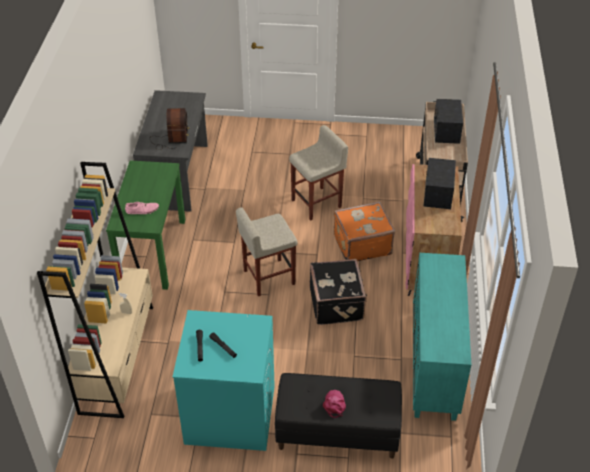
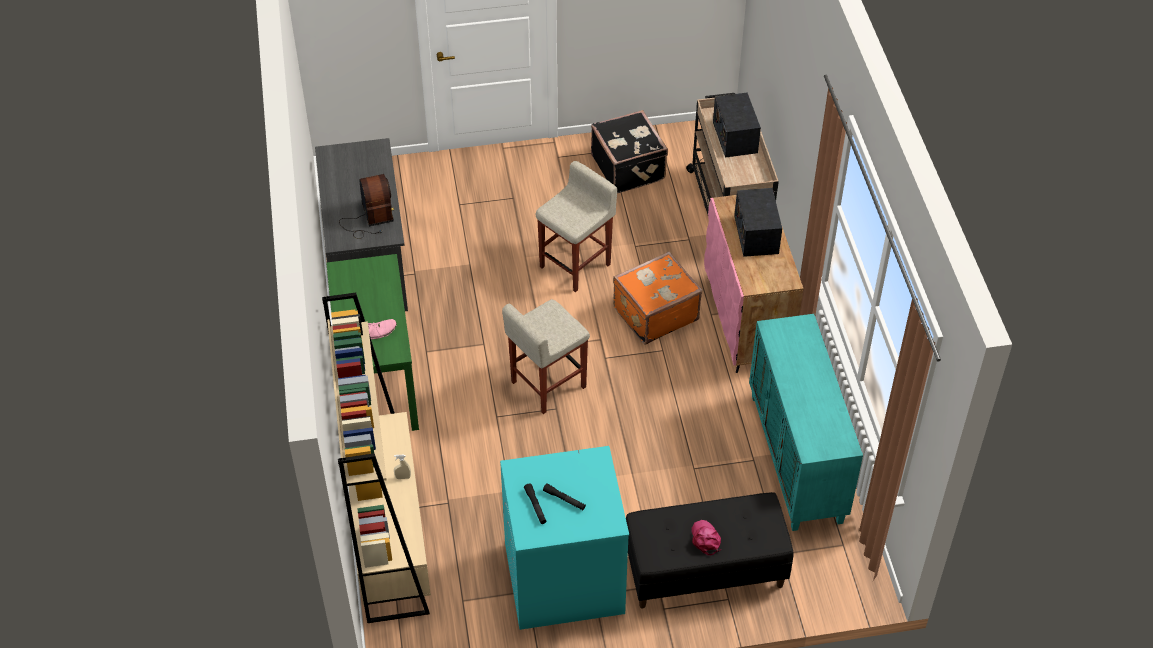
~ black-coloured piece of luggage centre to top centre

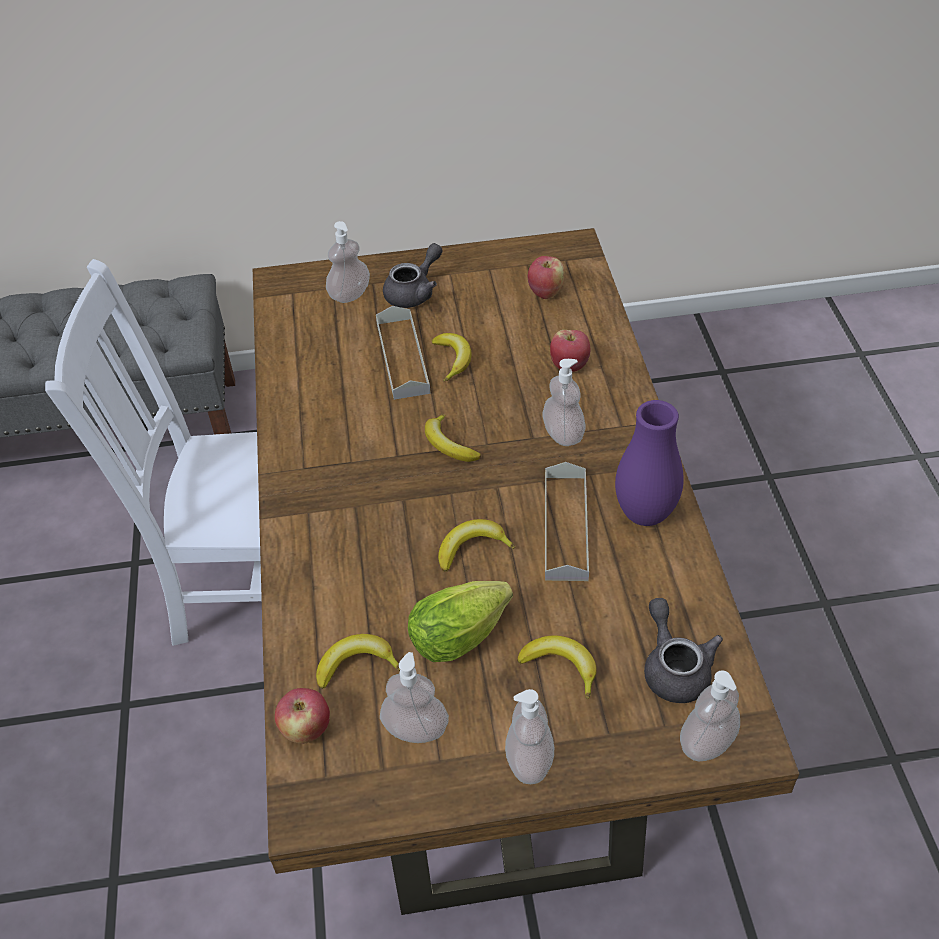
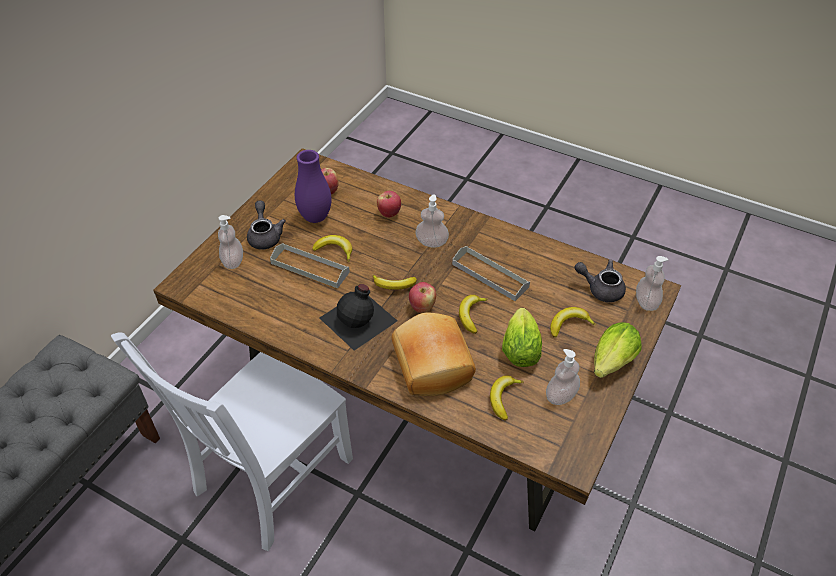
~ apple fruit (no. 1 from left in the first image) bottom left to apple fruit (no. 3 from left) centre
~ soap dispenser (no. 3 from left) bottom centre to head of lettuce (no. 2 from left) middle right
~ purple-coloured flower vase middle right to top centre
+ black-coloured drink bottle centre
+ bread centre

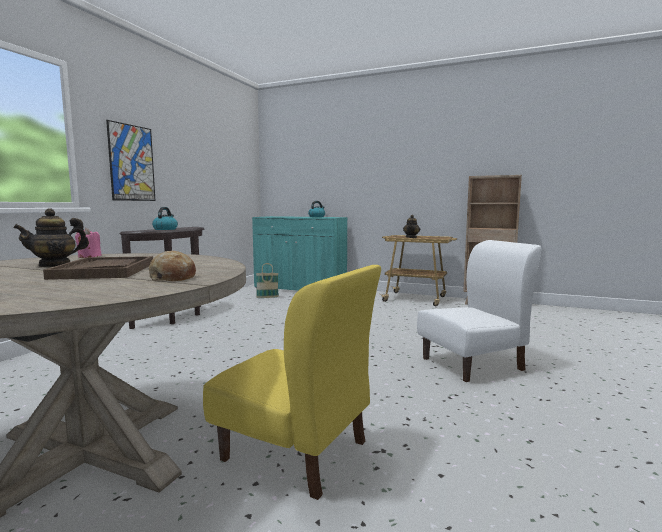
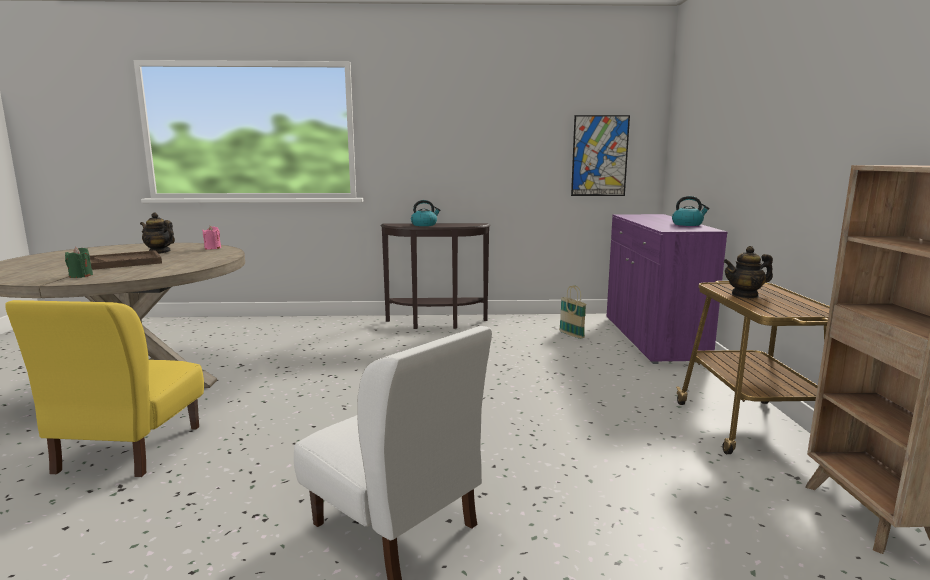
~ wall picture top left to top centre
~ bread middle left to greenish candle middle left
~ blue-green storage cabinet centre to purple-coloured storage cabinet middle right

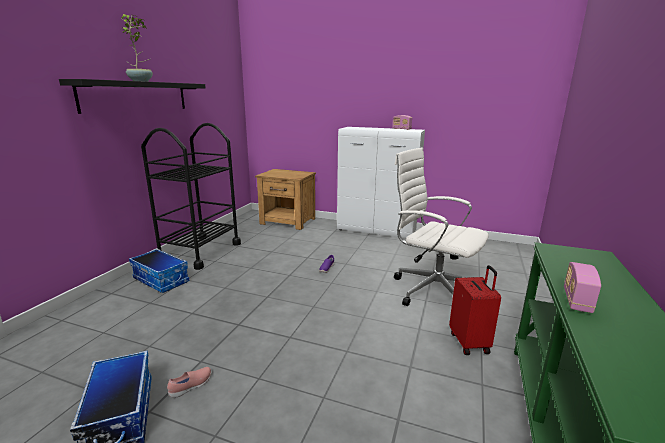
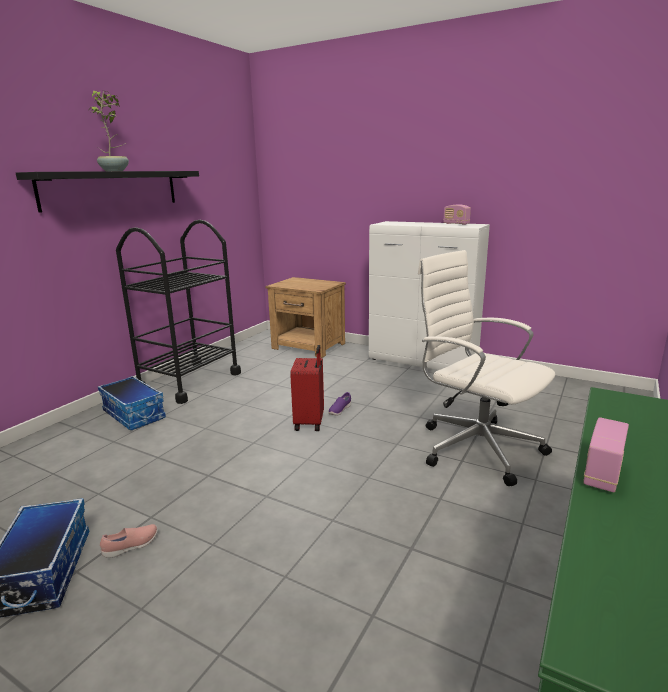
~ reddish piece of luggage bottom right to centre

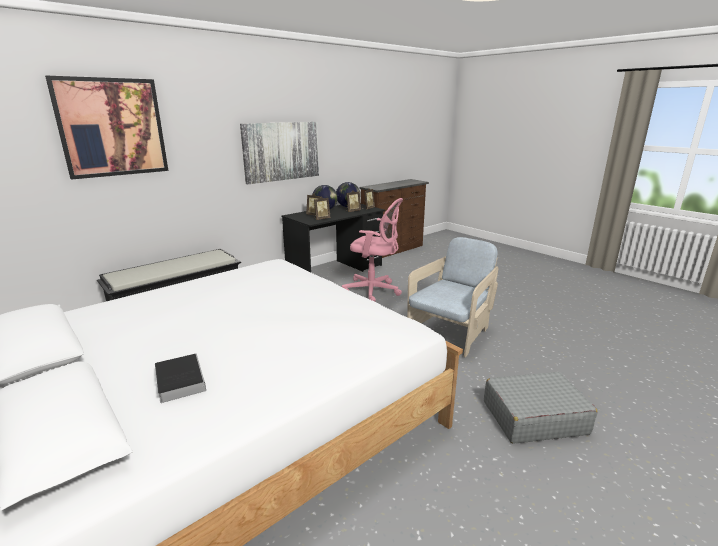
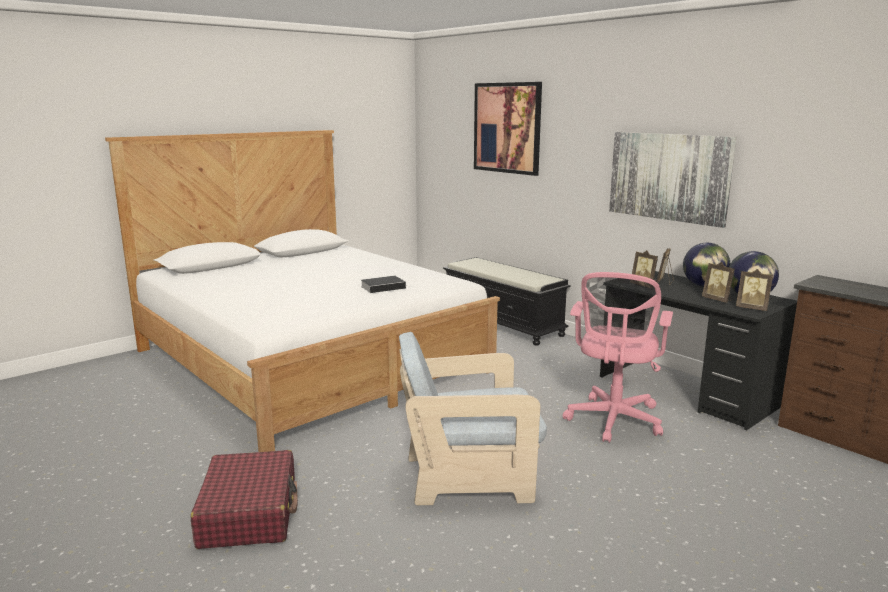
~ book bottom left to centre
~ sand-coloured armchair centre = bottom centre 135 degrees clockwise
~ gray piece of luggage bottom right to reddish piece of luggage bottom left

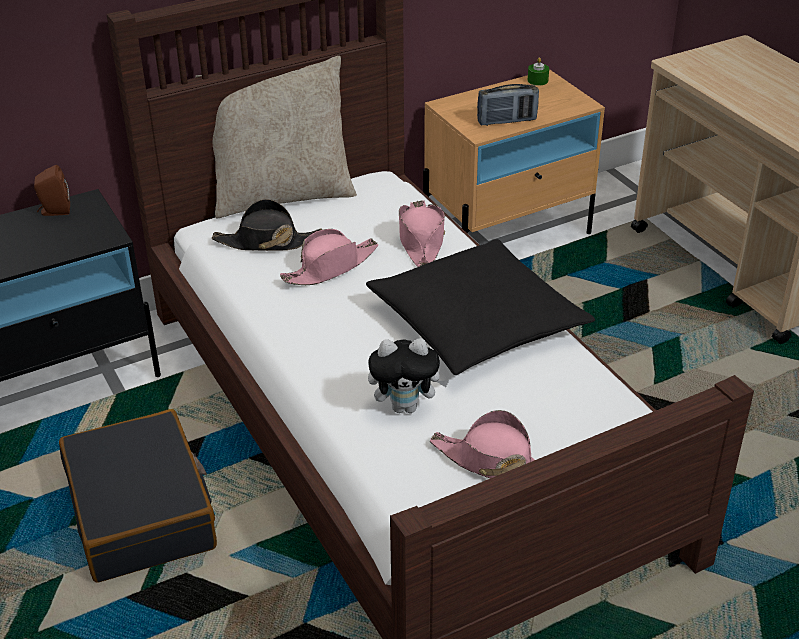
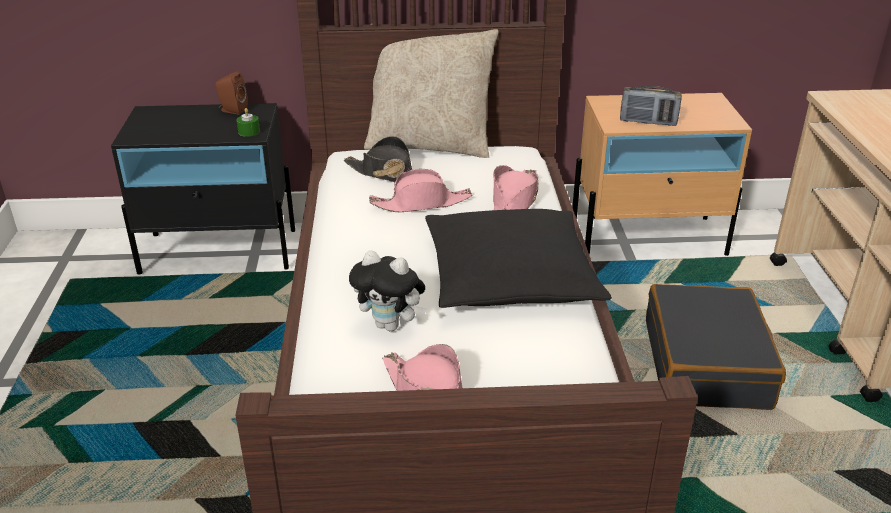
~ black-coloured piece of luggage bottom left to bottom right
~ greenish candle top right to top left

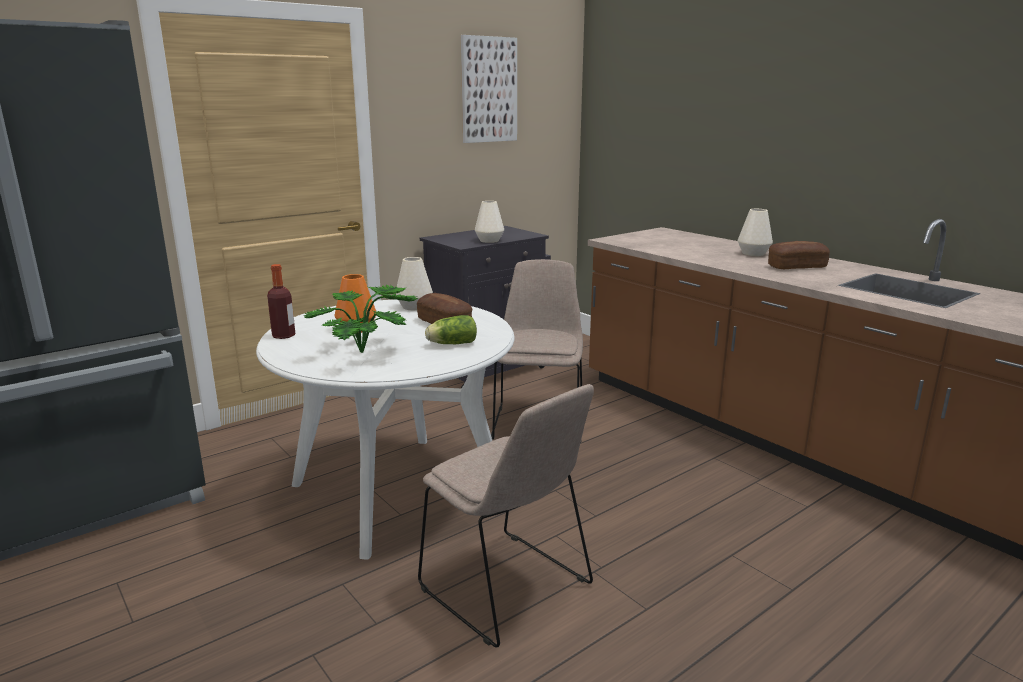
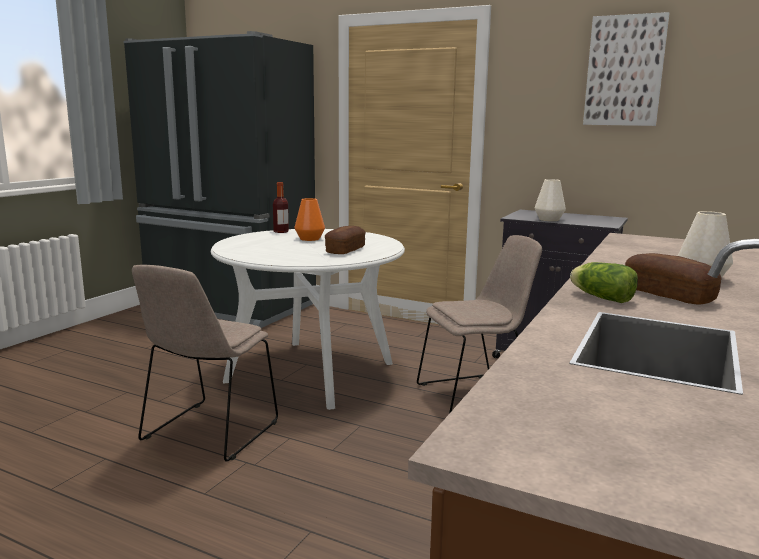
- potted plant centre
- whitish flower vase (no. 1 from left) centre
~ head of lettuce centre to middle right

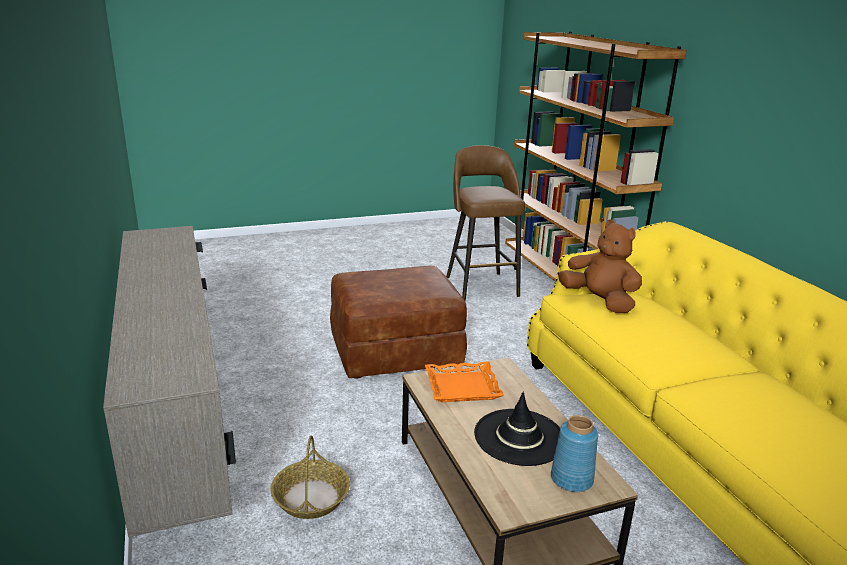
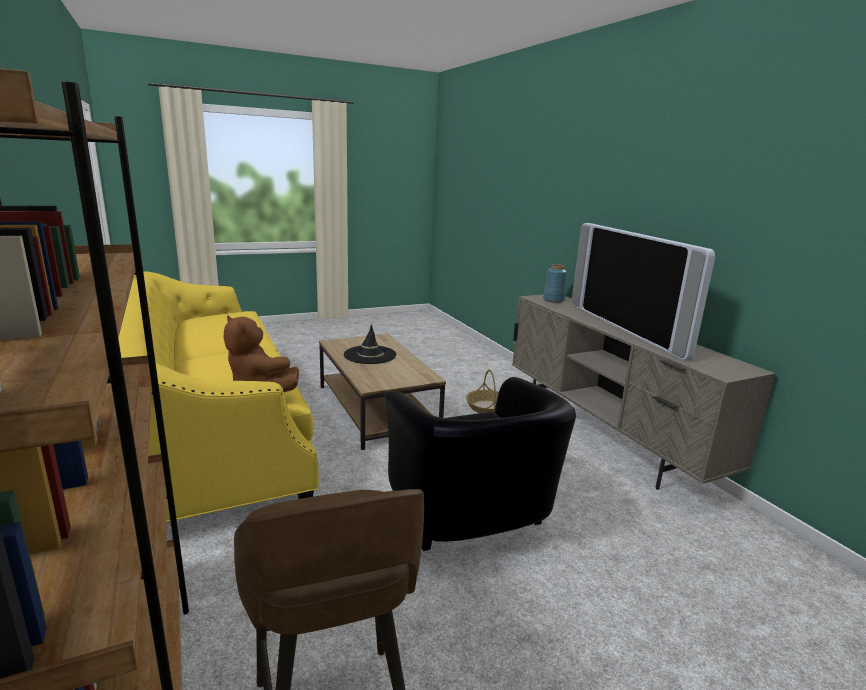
~ brown-coloured ottoman centre to black-coloured armchair bottom centre
- orange-coloured carrying tray bottom centre
~ blue flower vase bottom right to centre
+ TV set middle right

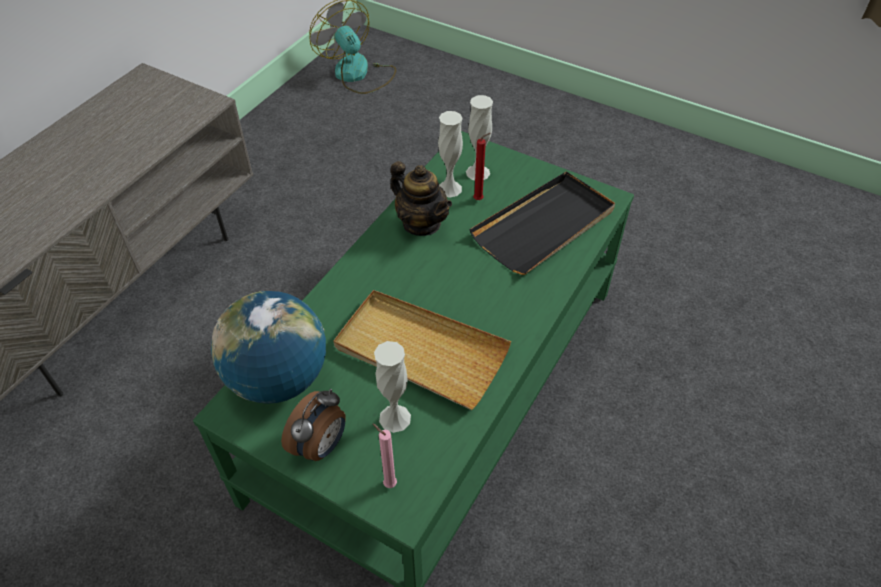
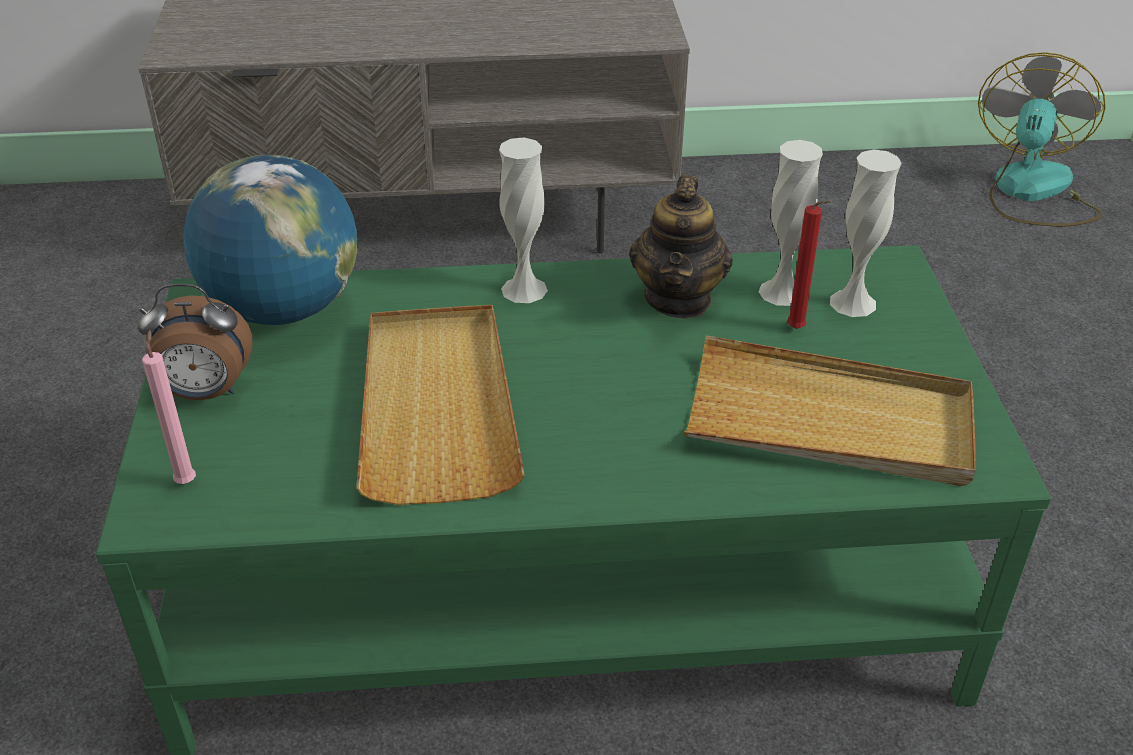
~ whitish flower vase (no. 1 from left) centre to top centre
~ black-coloured carrying tray centre to sand-coloured carrying tray (no. 2 from left) middle right

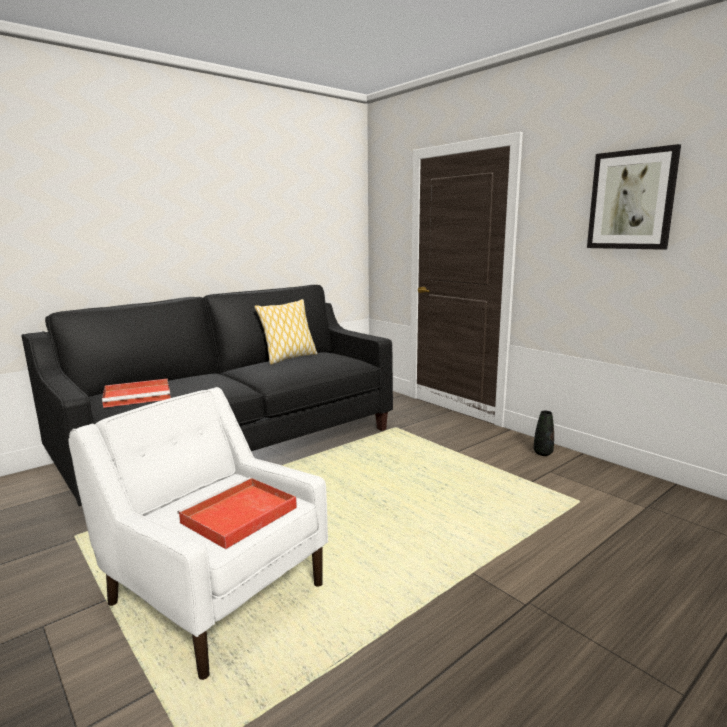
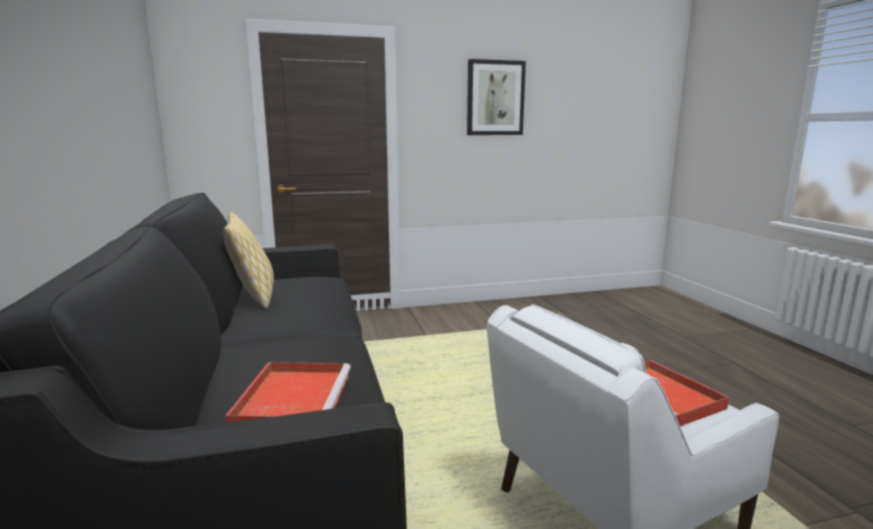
- black-coloured flower vase middle right

